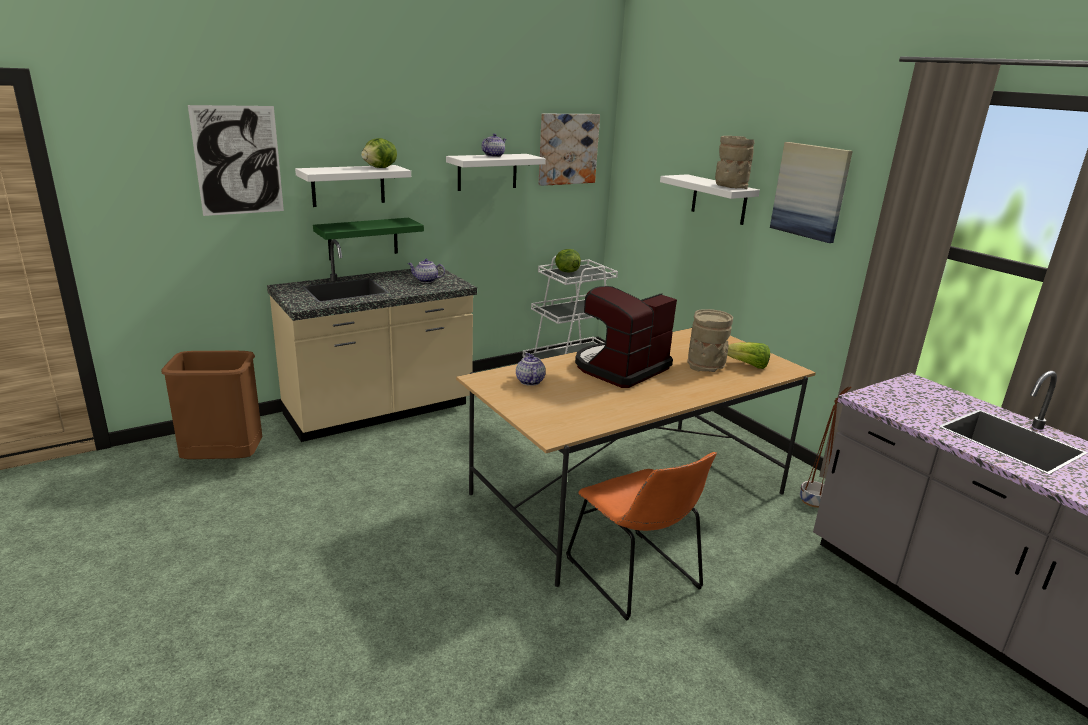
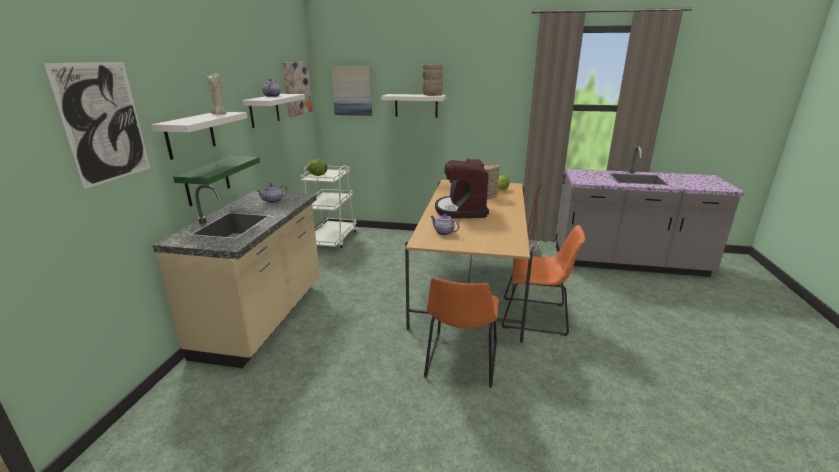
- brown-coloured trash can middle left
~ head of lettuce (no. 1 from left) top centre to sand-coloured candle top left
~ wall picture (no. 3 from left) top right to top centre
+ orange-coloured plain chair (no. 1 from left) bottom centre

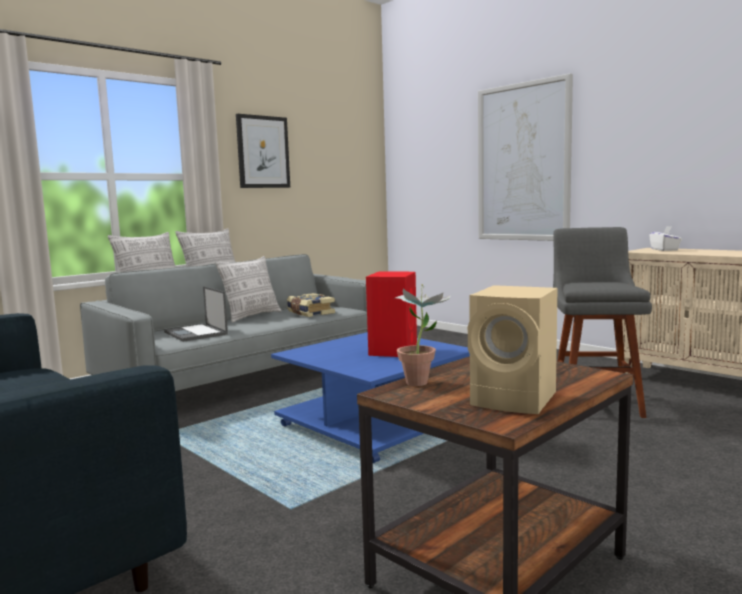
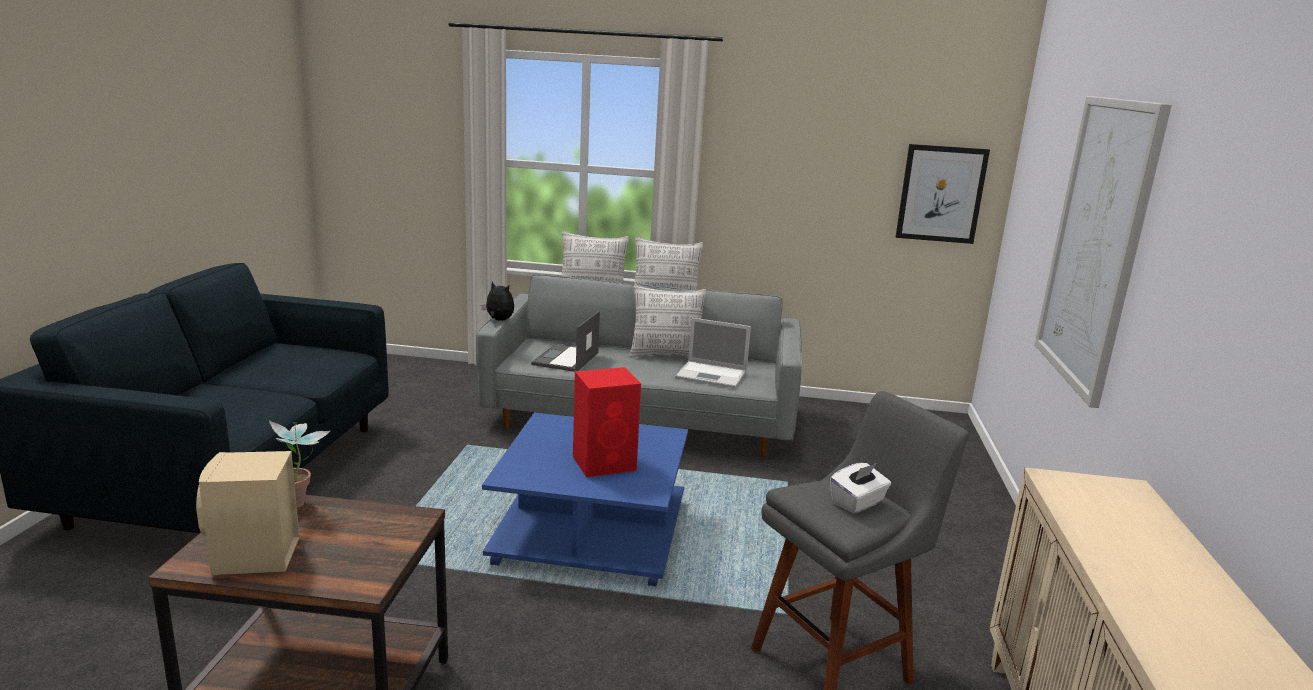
~ wall picture (no. 1 from left) top centre to top right
~ book centre to notebook computer (no. 2 from left) centre
~ whitish tissue holder middle right to bottom centre
+ soft toy centre

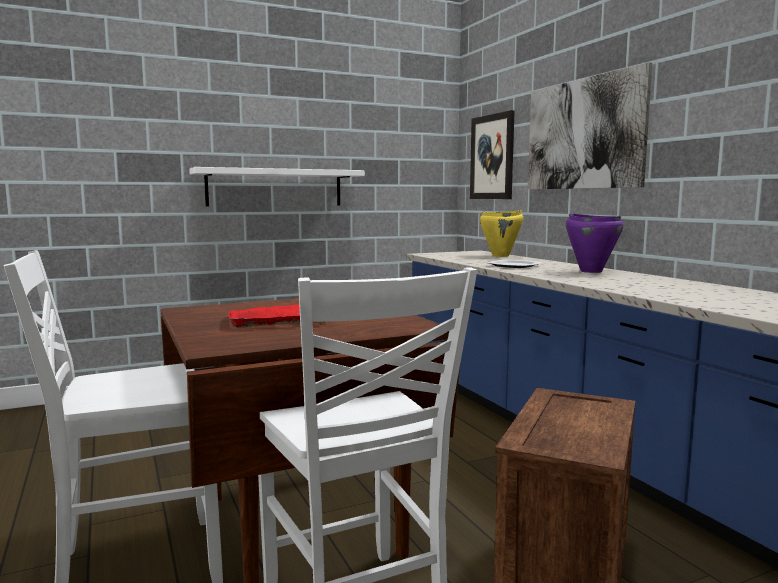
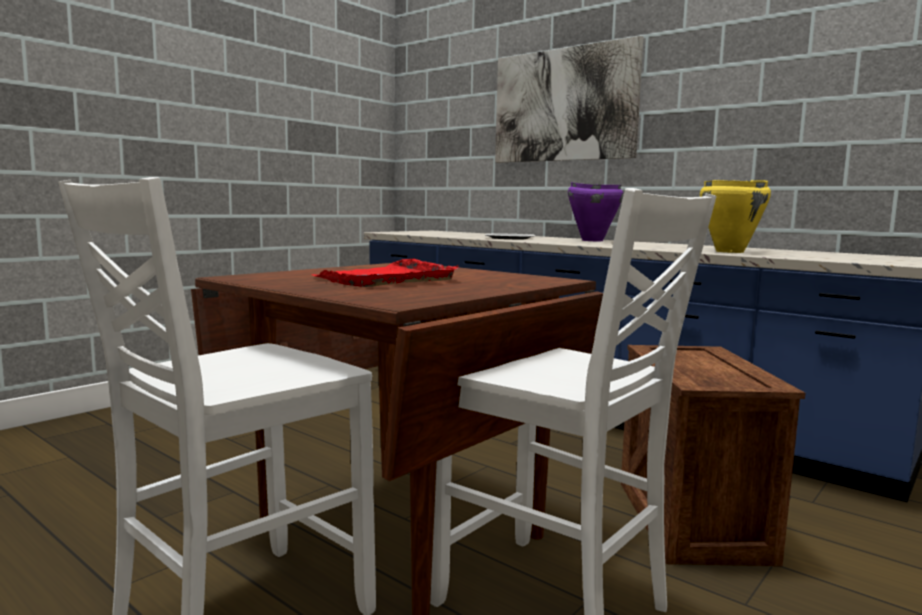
- whitish bracket shelf top centre
- wall picture (no. 1 from left) top centre
~ yellowish saucepot centre to middle right

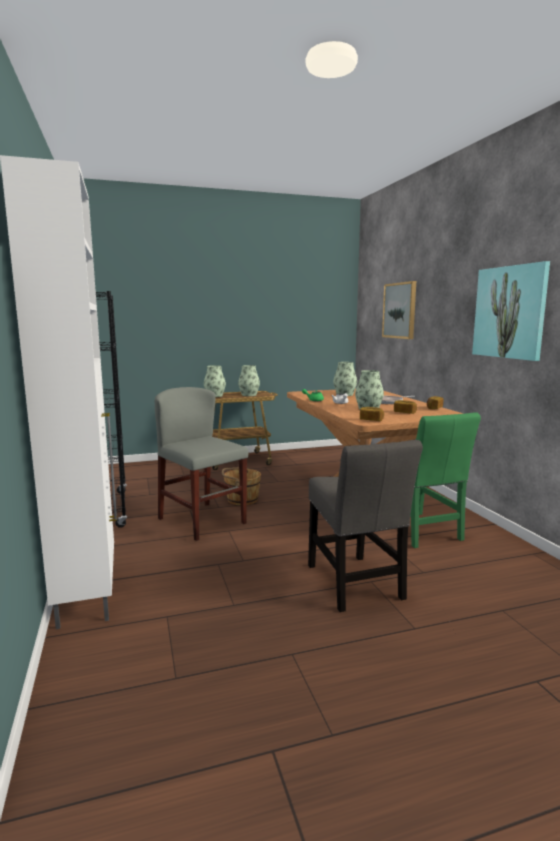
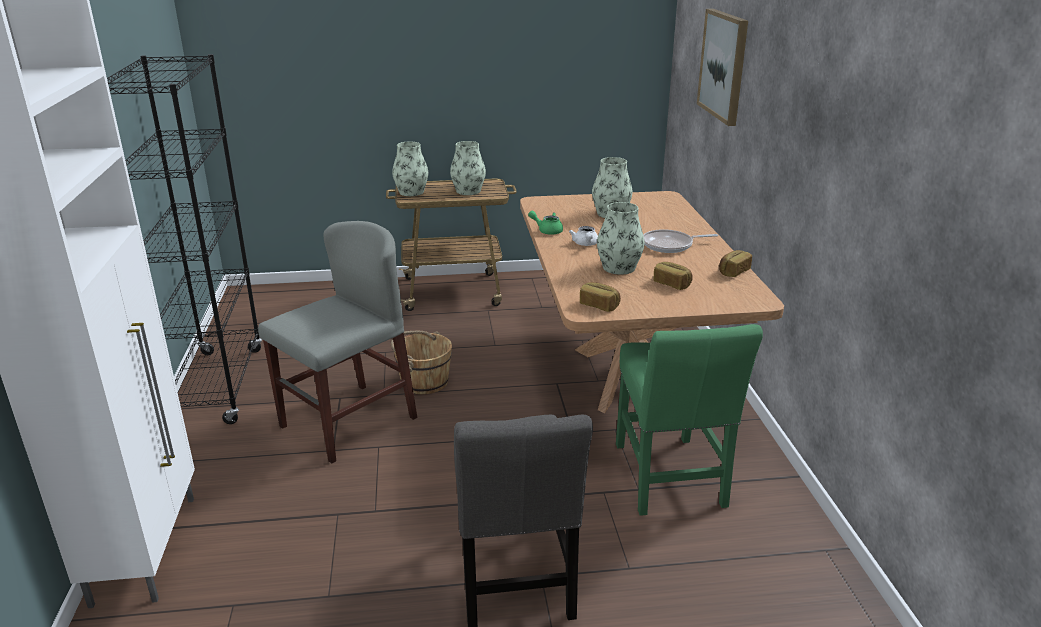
~ gray plain chair (no. 1 from left) centre = middle left 75 degrees clockwise
- wall picture (no. 2 from left) middle right

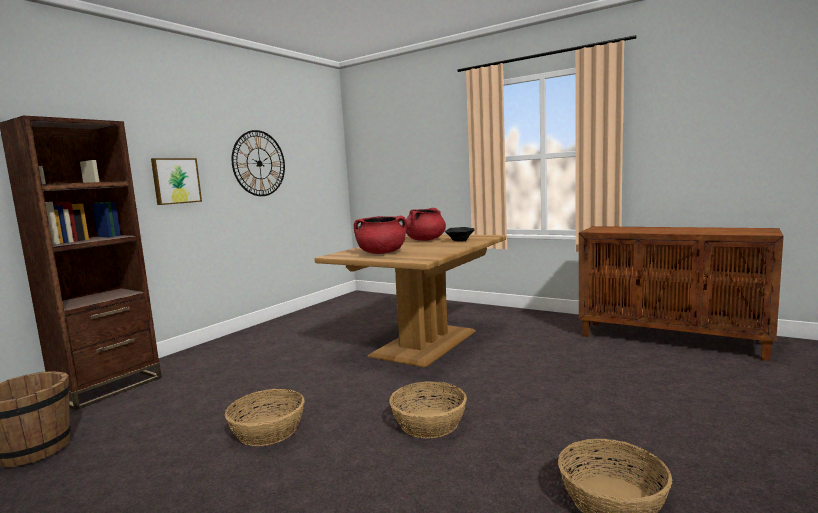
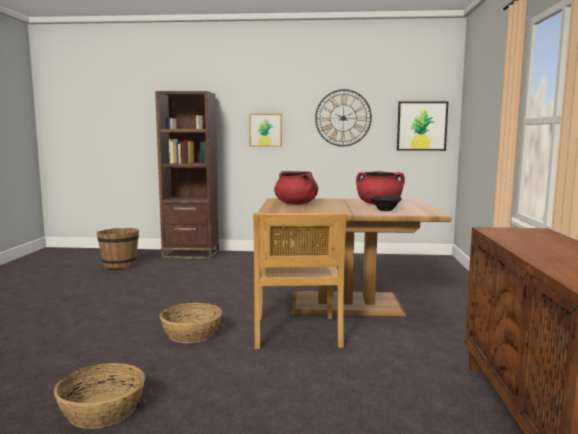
- basket (no. 1 from left) bottom left
+ sand-coloured plain chair centre
+ wall picture (no. 2 from left) top right

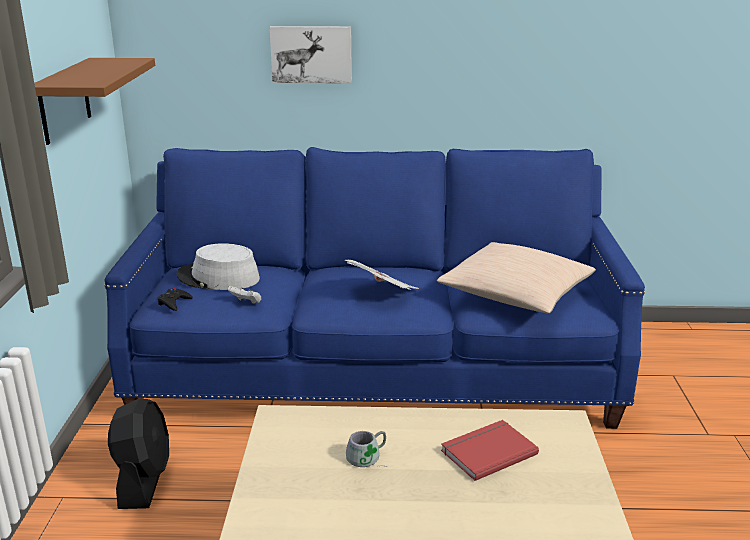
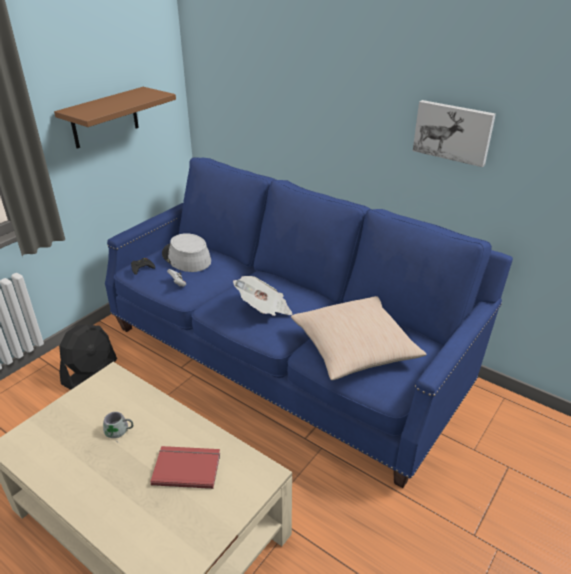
~ wall picture top centre to top right

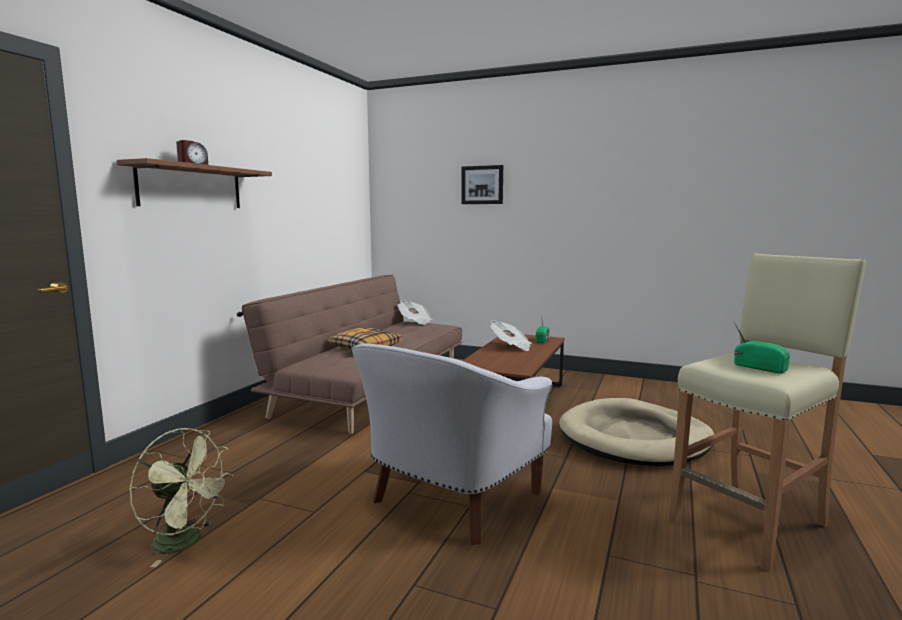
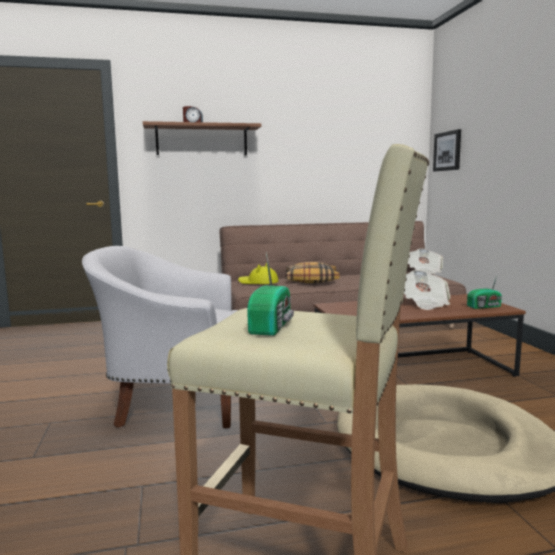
- greenish cooling fan bottom left
~ wall picture top centre to top right
+ yellowish wearable hat centre

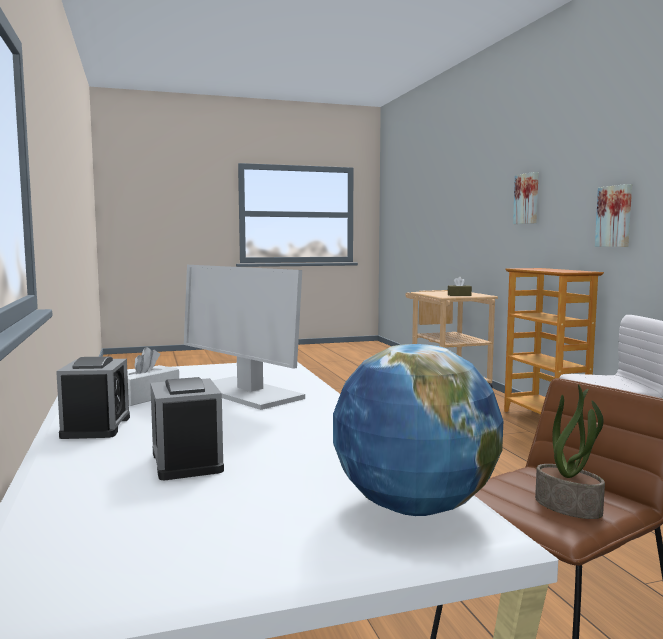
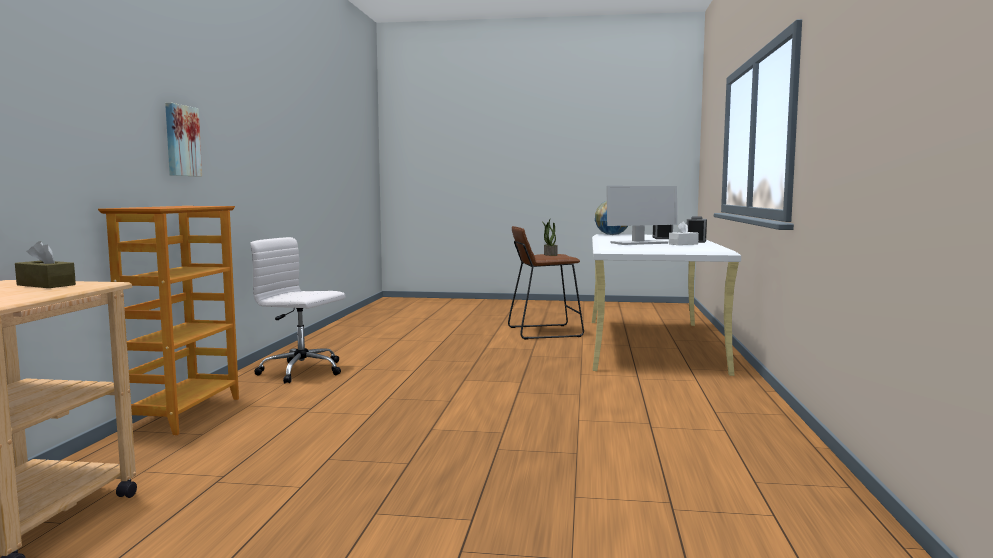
~ computer display centre = centre 90 degrees clockwise
- wall picture (no. 1 from left) top right

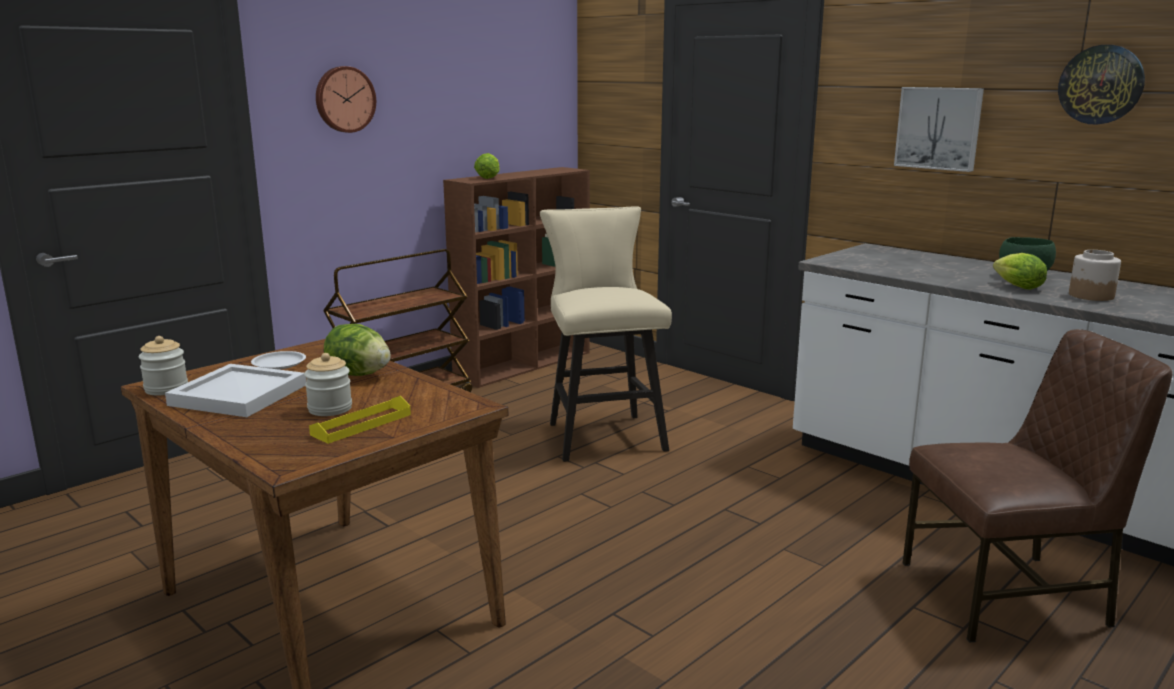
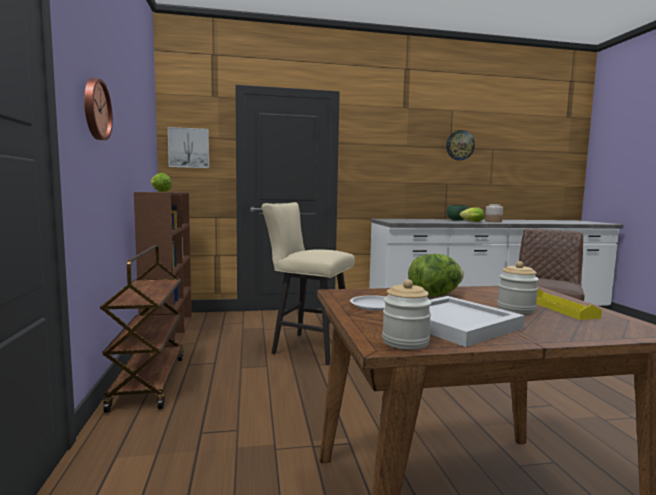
~ wall picture top right to top left

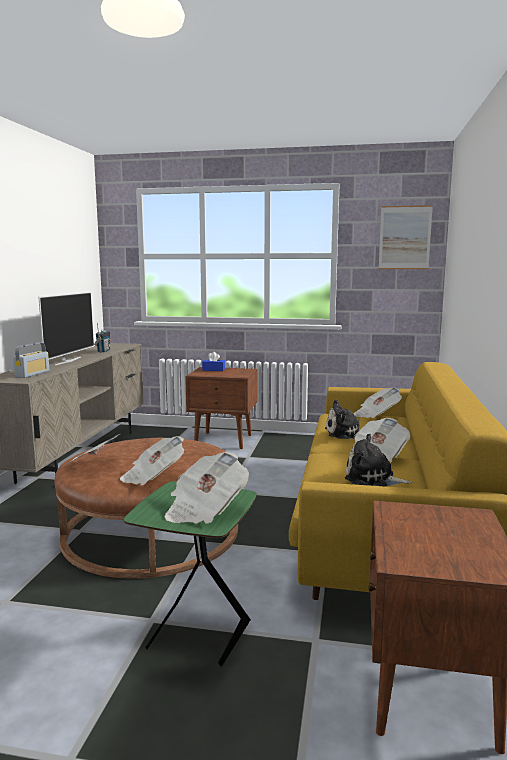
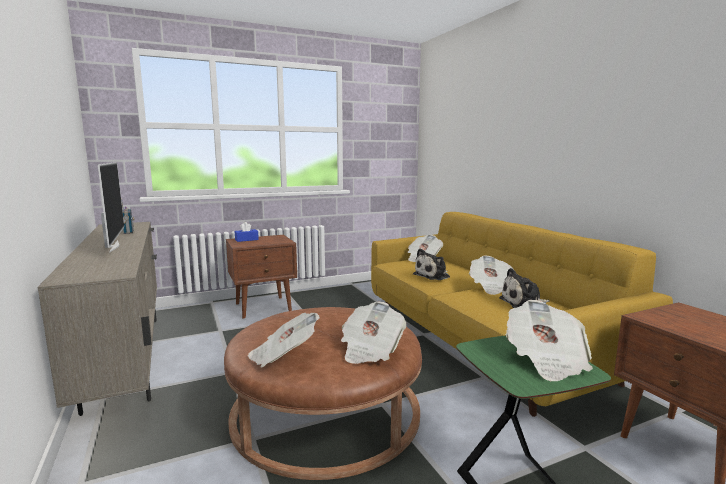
- radio set (no. 1 from left) middle left
- wall picture top right

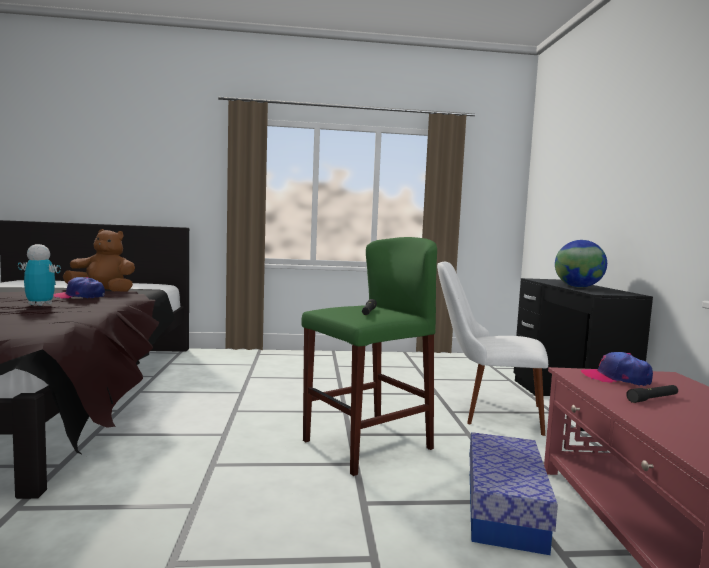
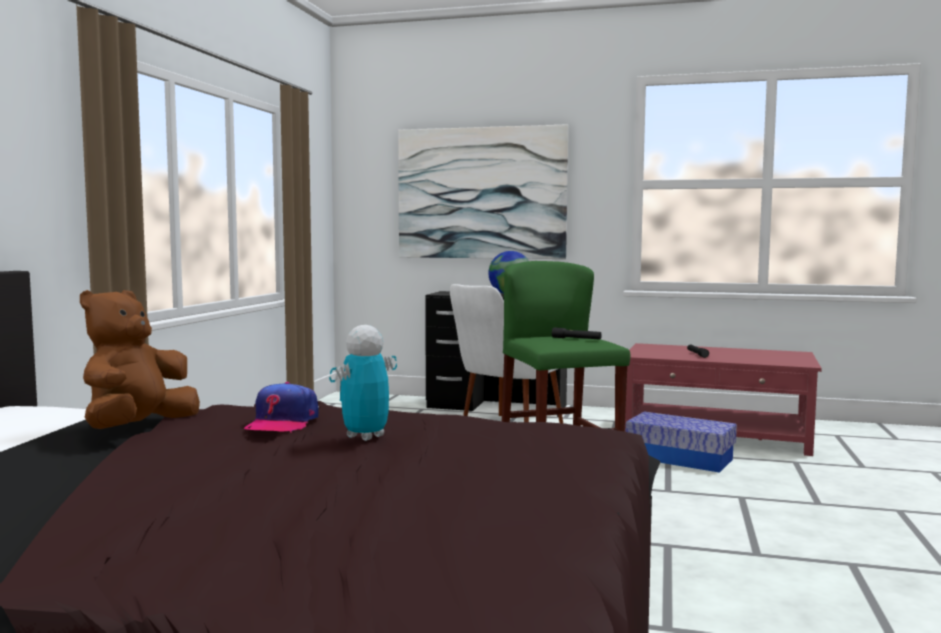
- peaked cap (no. 2 from left) middle right
+ wall picture top centre

